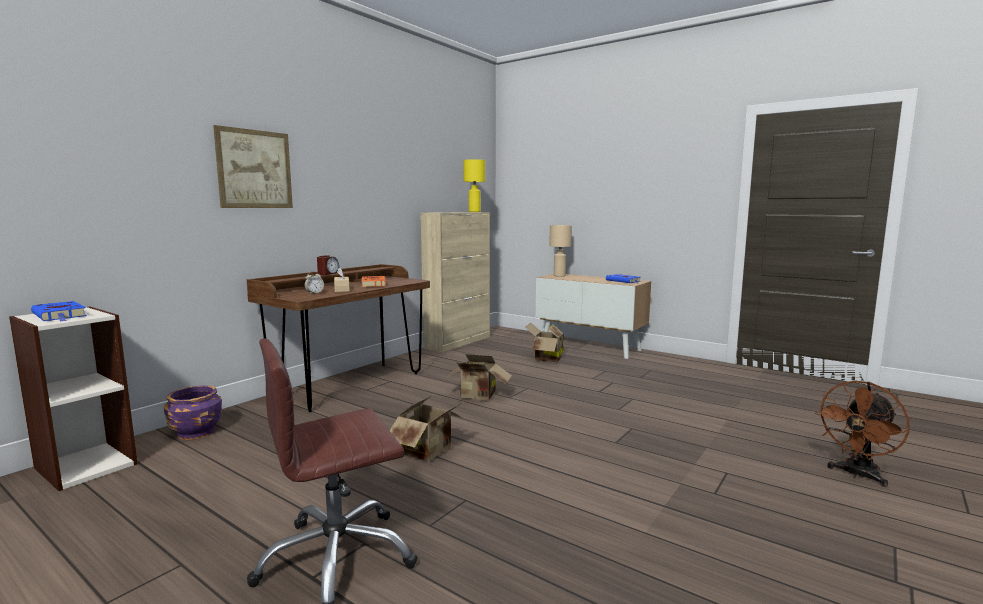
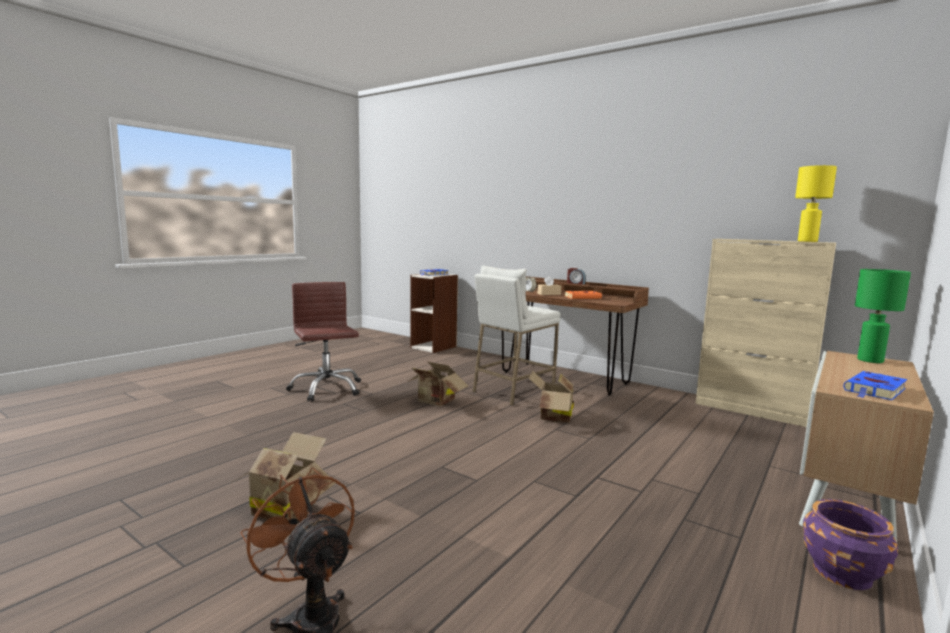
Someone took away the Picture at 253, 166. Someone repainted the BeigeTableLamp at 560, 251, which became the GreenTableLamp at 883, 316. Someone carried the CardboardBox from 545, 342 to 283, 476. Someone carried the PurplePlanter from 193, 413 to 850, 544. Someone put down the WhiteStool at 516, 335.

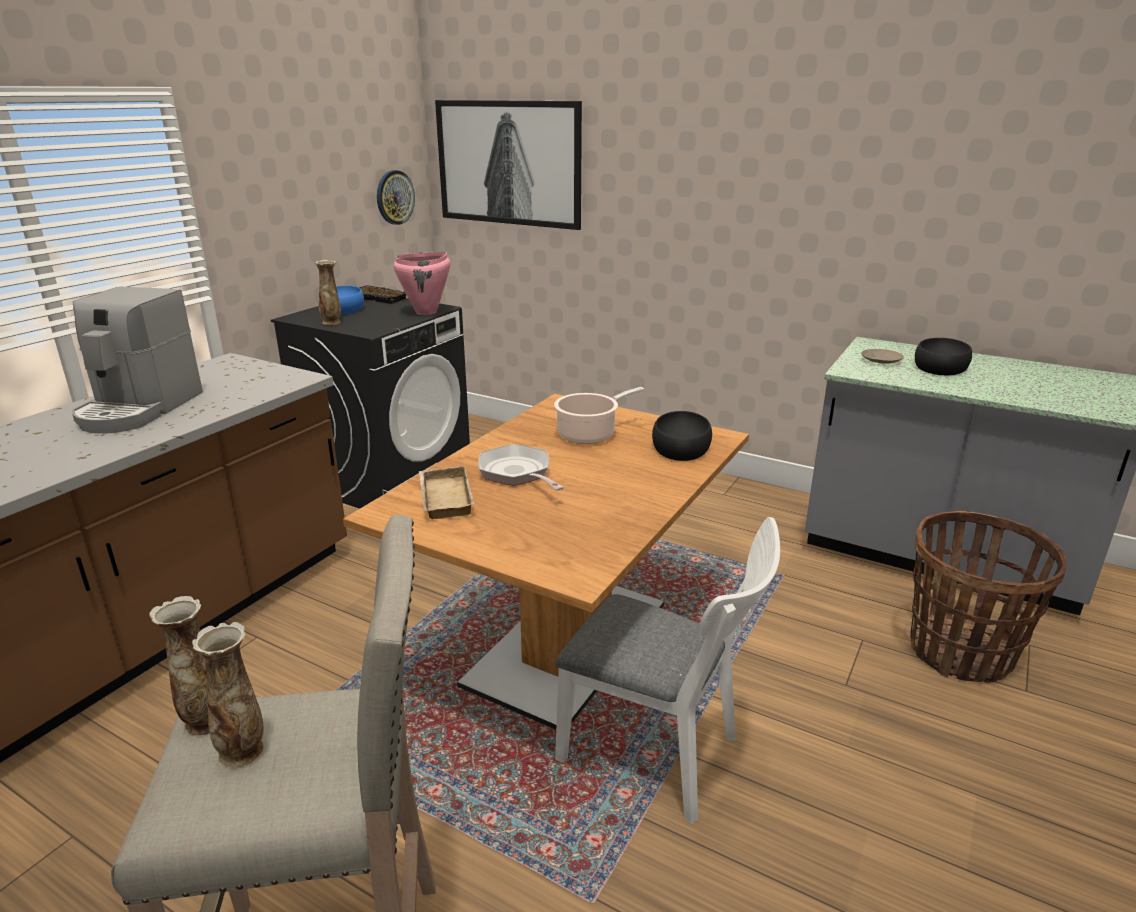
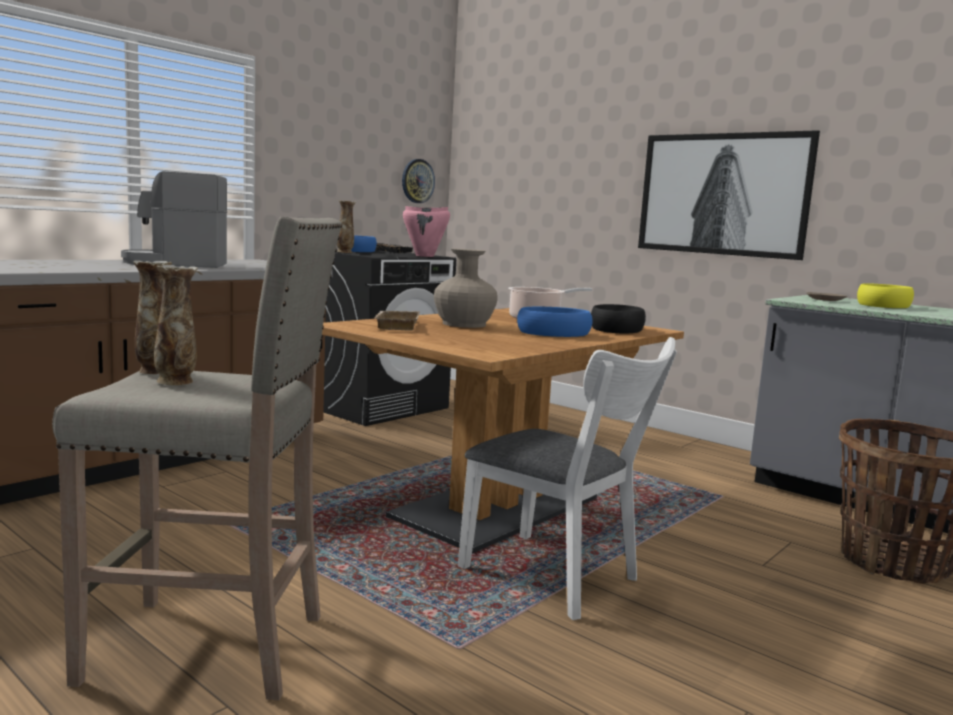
Someone carried the Picture from 508, 165 to 729, 195. Someone rotated the CoffeeMachine at 137, 360 by 60 degrees clockwise. Someone repainted the BlackBowl at 943, 356, which became the YellowBowl at 885, 295. Someone swapped the FryingPan at 521, 467 for the BeigeVase at 466, 288. Someone put down the BlueBowl at 555, 322.

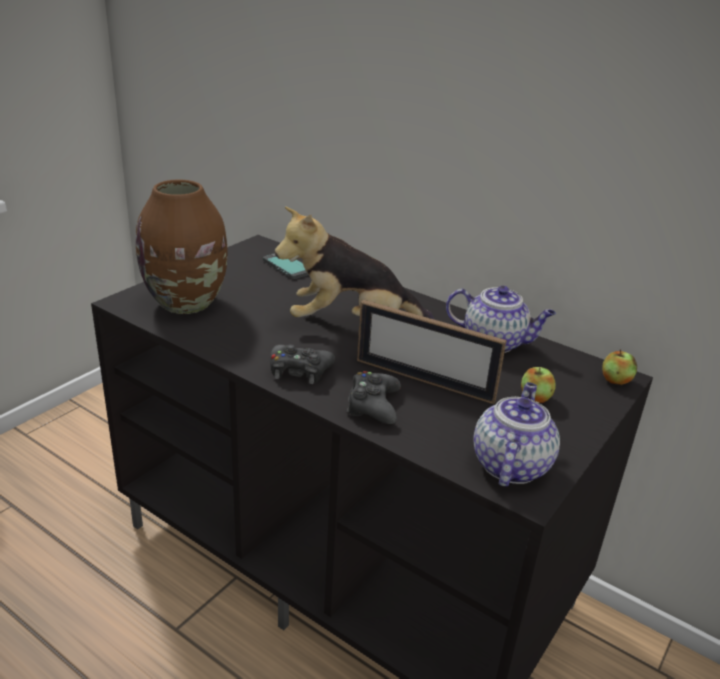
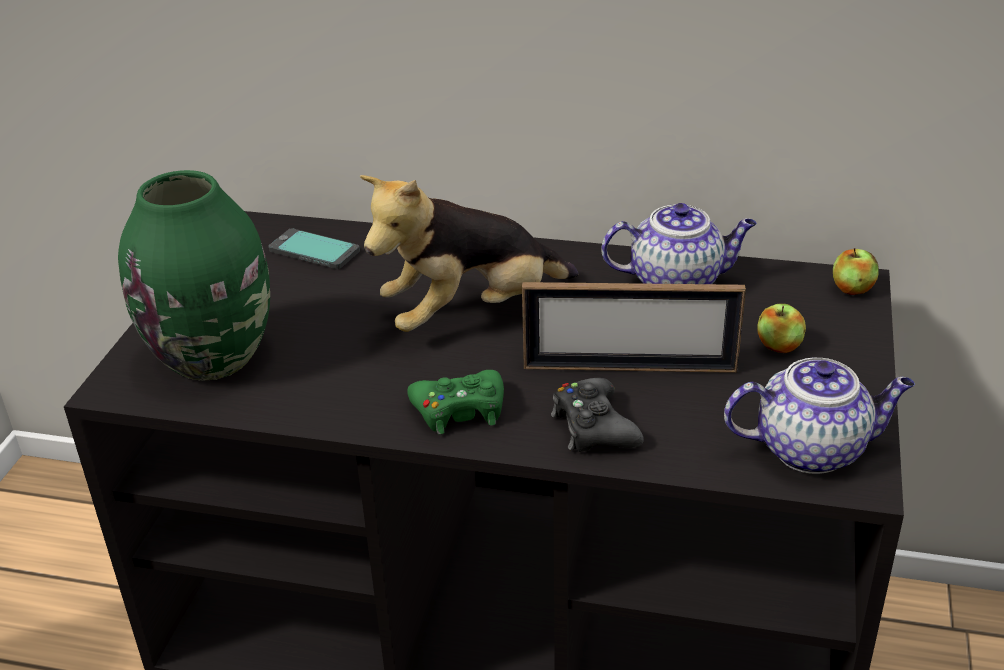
Someone repainted the BrownVase at 182, 247, which became the GreenVase at 194, 275. Someone repainted the BlackGameController at 302, 364, which became the GreenGameController at 455, 402. Someone rotated the Teapot at 516, 434 by 90 degrees clockwise.

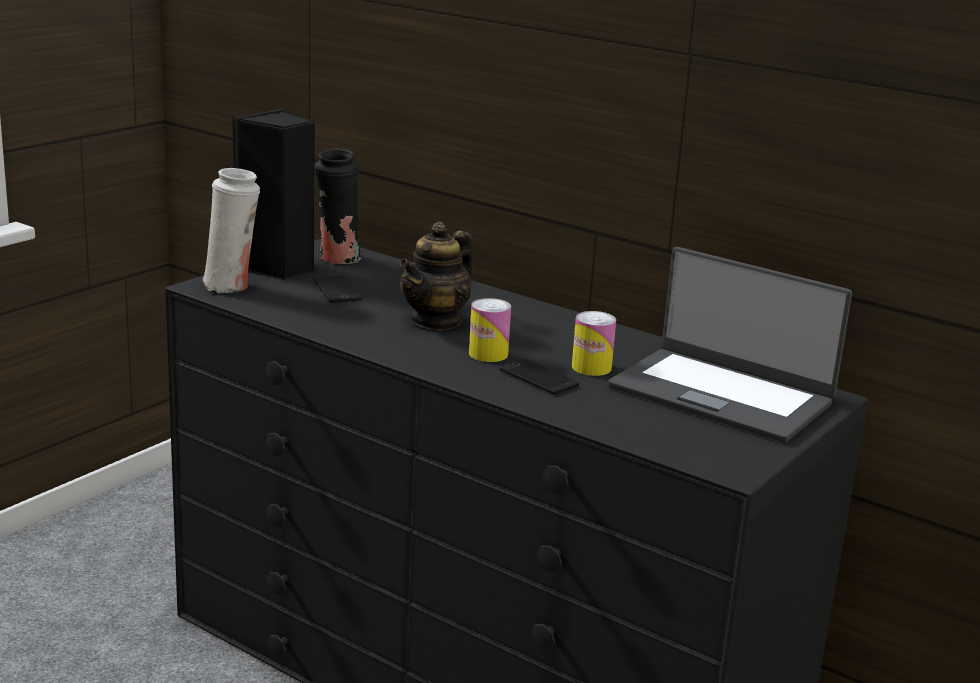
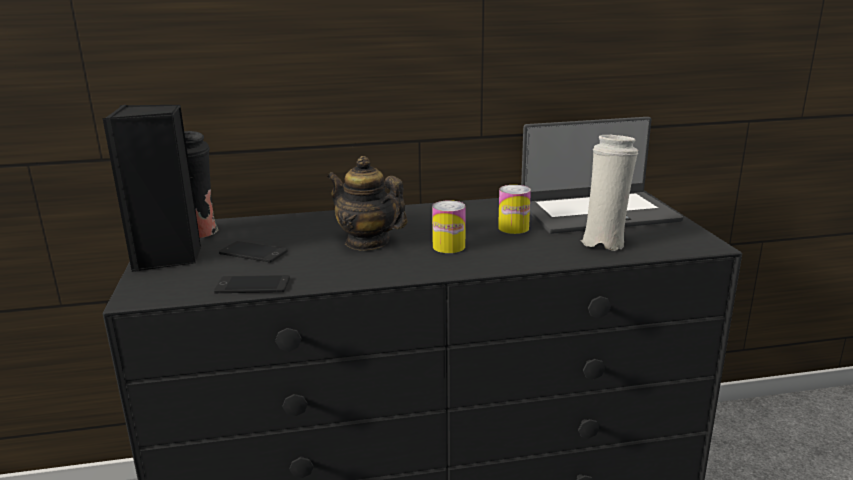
Someone carried the WhiteVase from 231, 230 to 609, 193. Someone rotated the Teapot at 436, 276 by 135 degrees clockwise. Someone carried the Phone from 539, 377 to 252, 284.

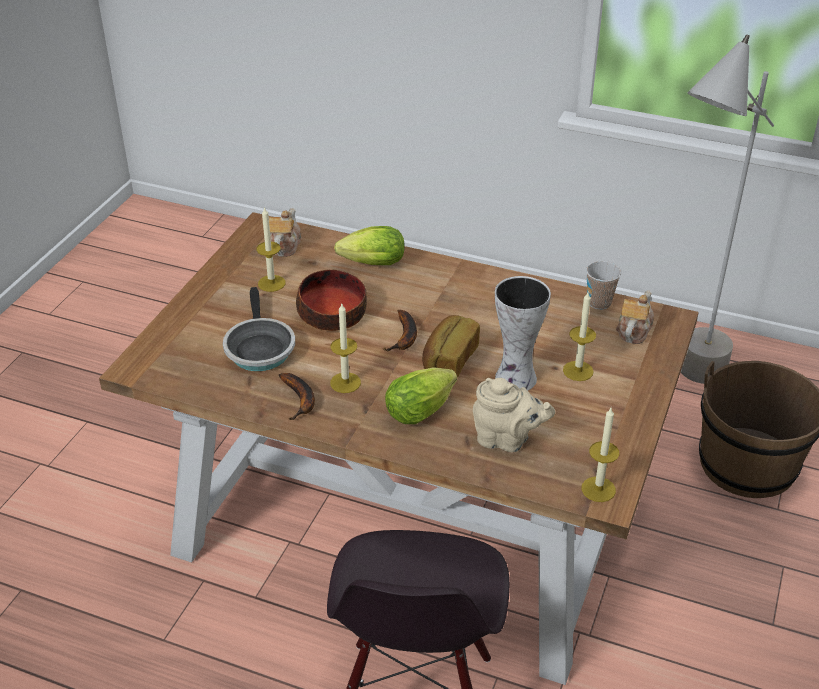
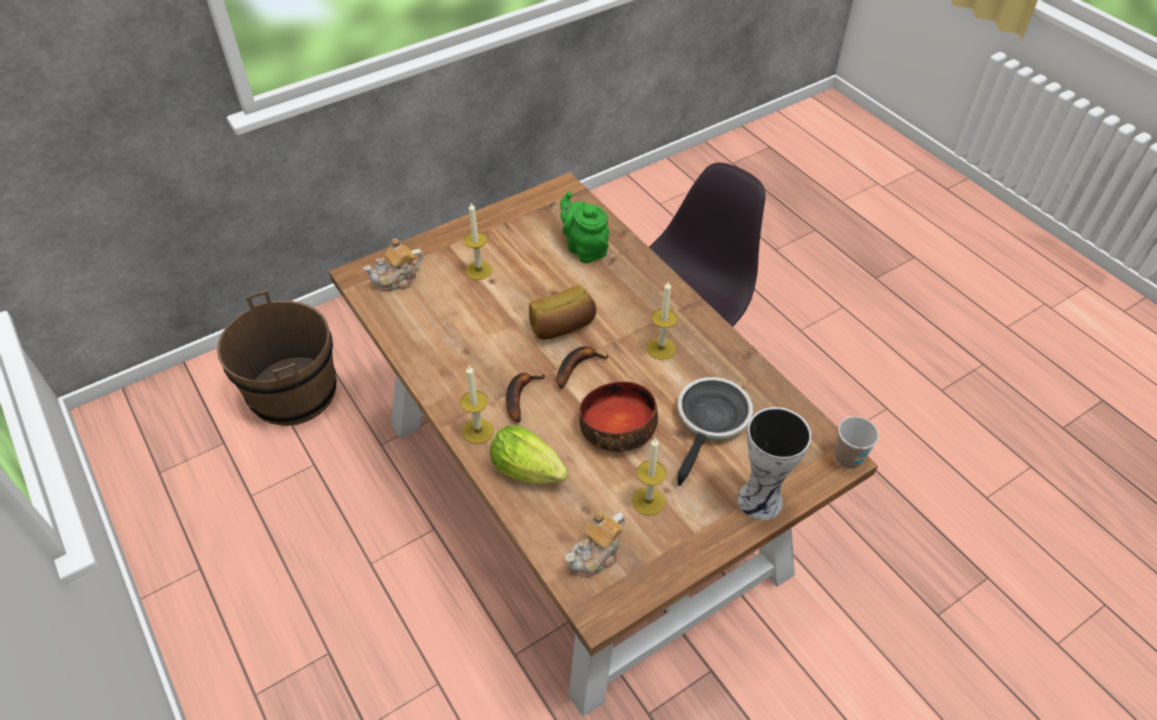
Someone took away the GreyFloorLamp at 727, 209. Someone carried the Cup from 603, 285 to 857, 442. Someone carried the Vase from 523, 333 to 774, 463. Someone took away the Lettuce at 421, 395. Someone carried the Banana from 297, 396 to 525, 398. Someone repainted the BeigeTeapot at 514, 415, which became the GreenTeapot at 584, 227. Someone carried the Candle from 600, 455 to 477, 405.

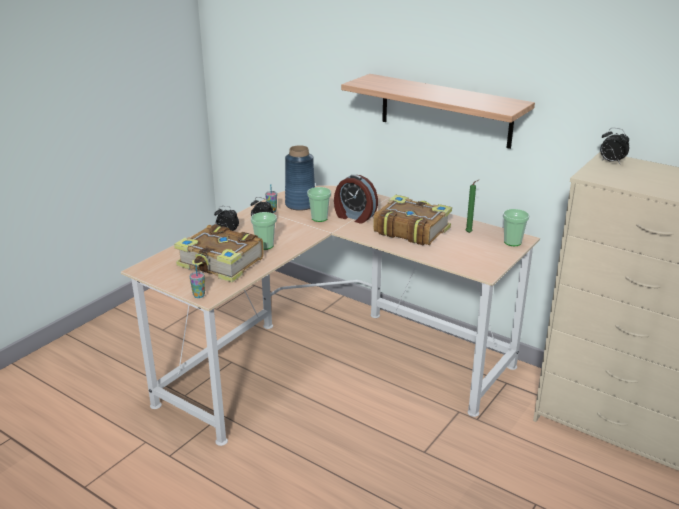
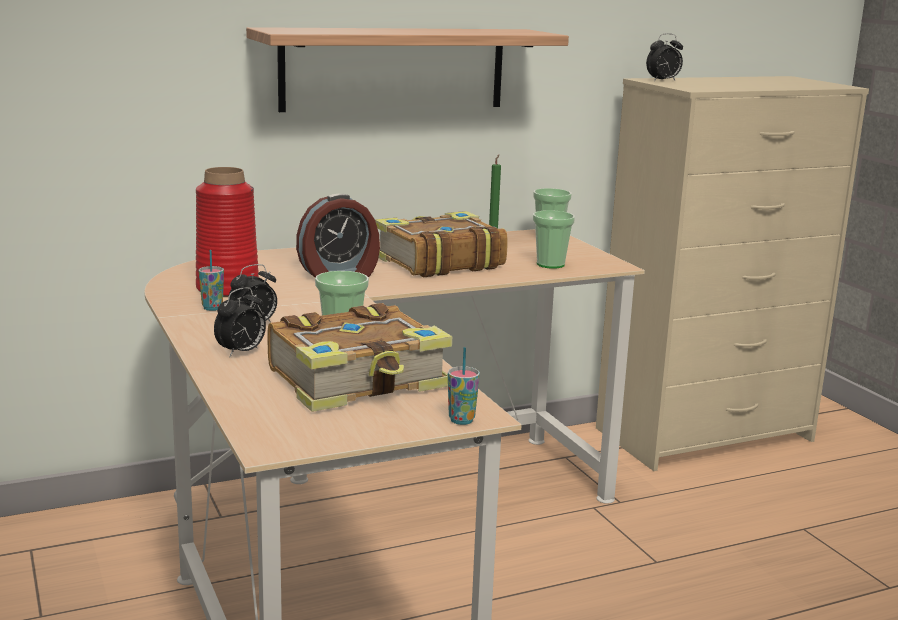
Someone repainted the BlueVase at 300, 178, which became the RedVase at 227, 232. Someone carried the Cup from 319, 204 to 554, 239.

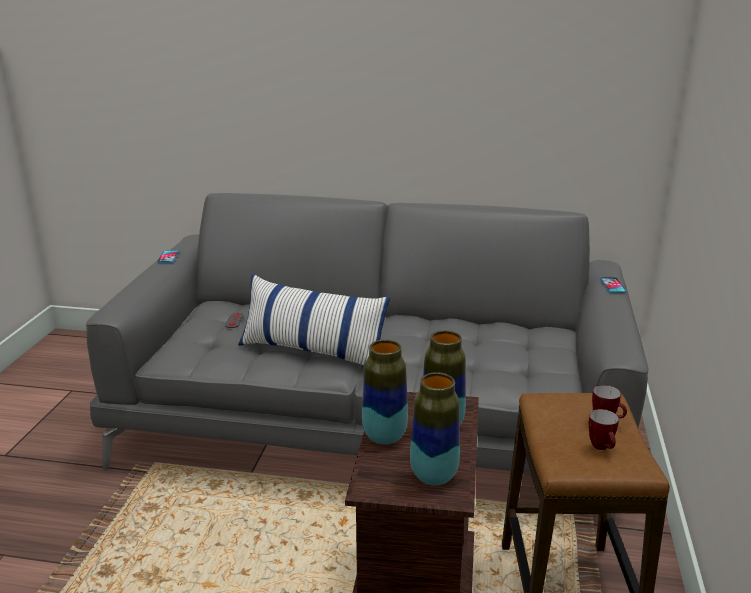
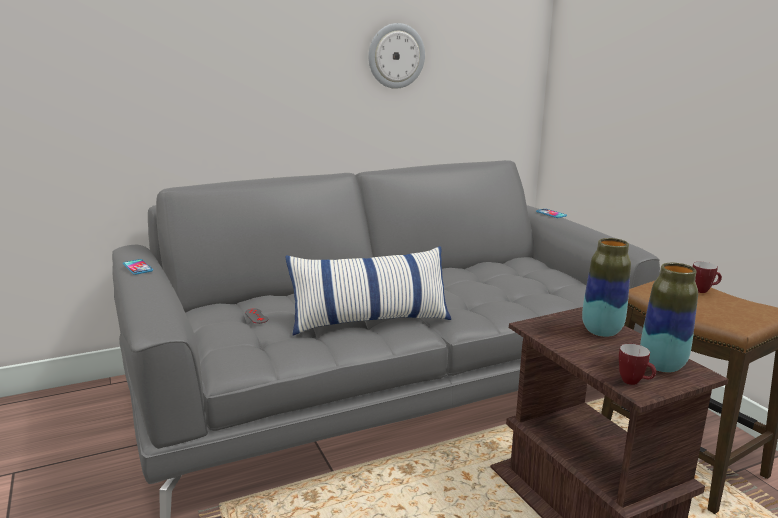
Someone took away the Vase at 385, 392. Someone carried the Mug from 604, 429 to 637, 364. Someone put up the WallClock at 396, 56.

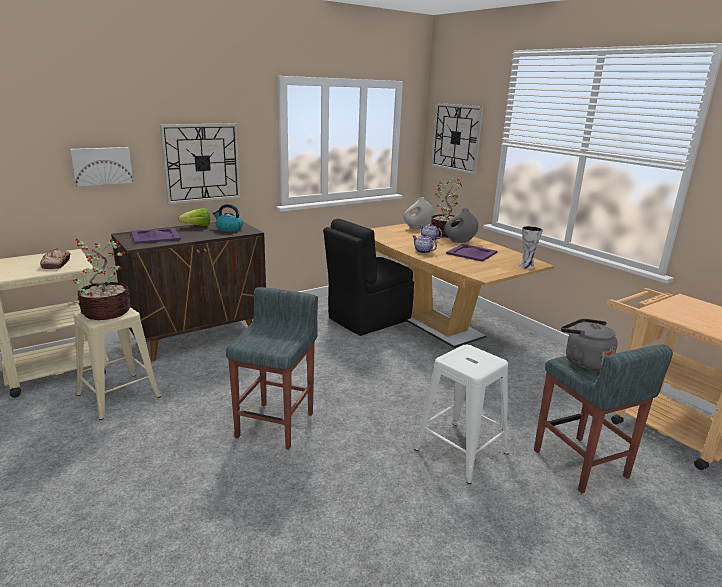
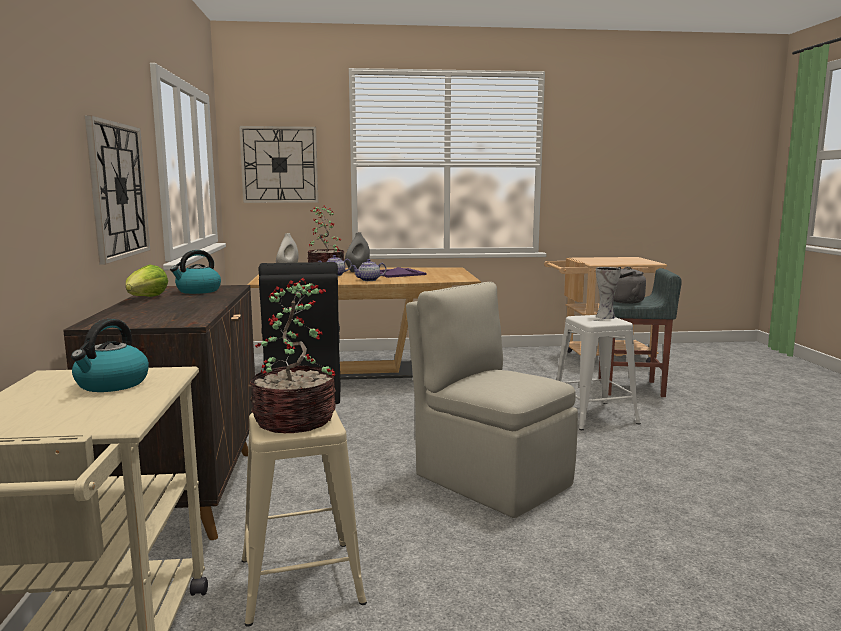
Someone took away the Picture at 101, 166. Someone carried the Vase from 531, 247 to 608, 293. Someone took away the PurpleTray at 156, 236. Someone swapped the Bread at 55, 258 for the Kettle at 110, 355. Someone swapped the GreyStool at 272, 368 for the BeigeChair at 492, 400.

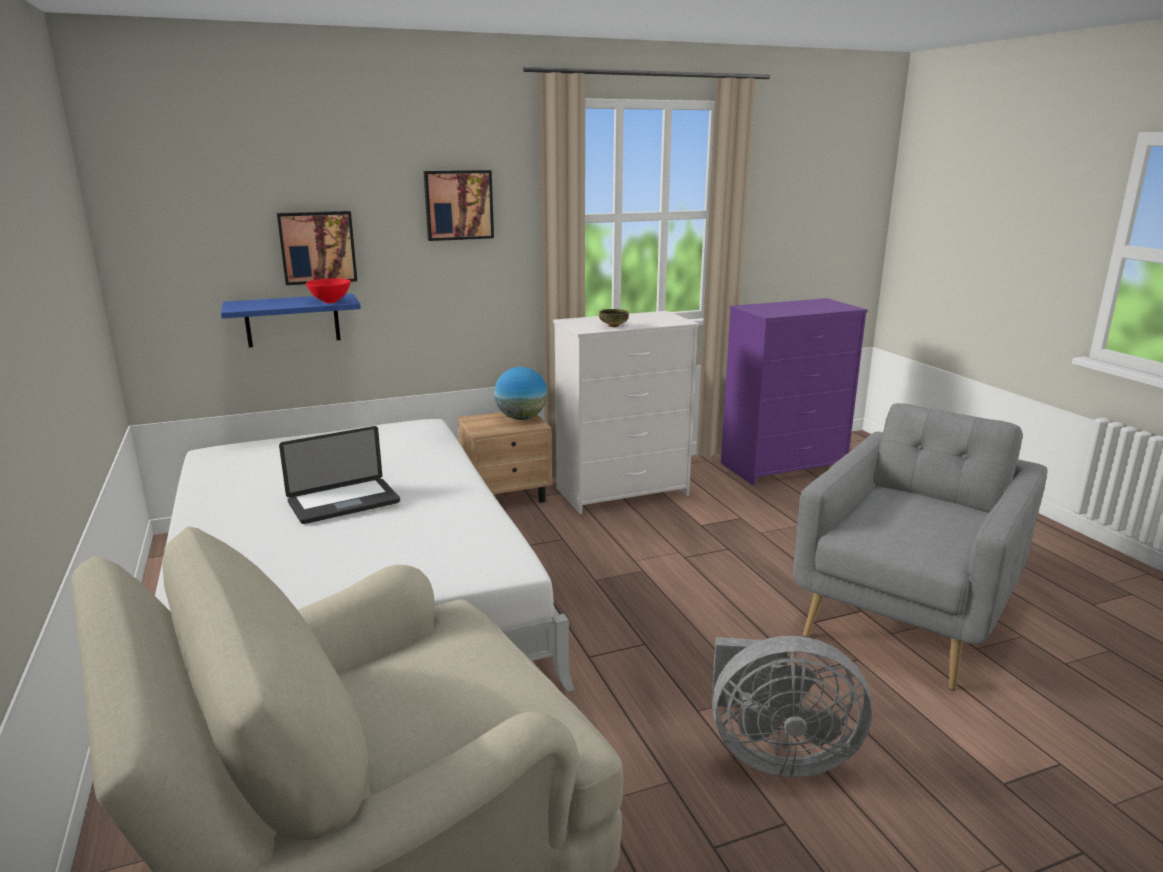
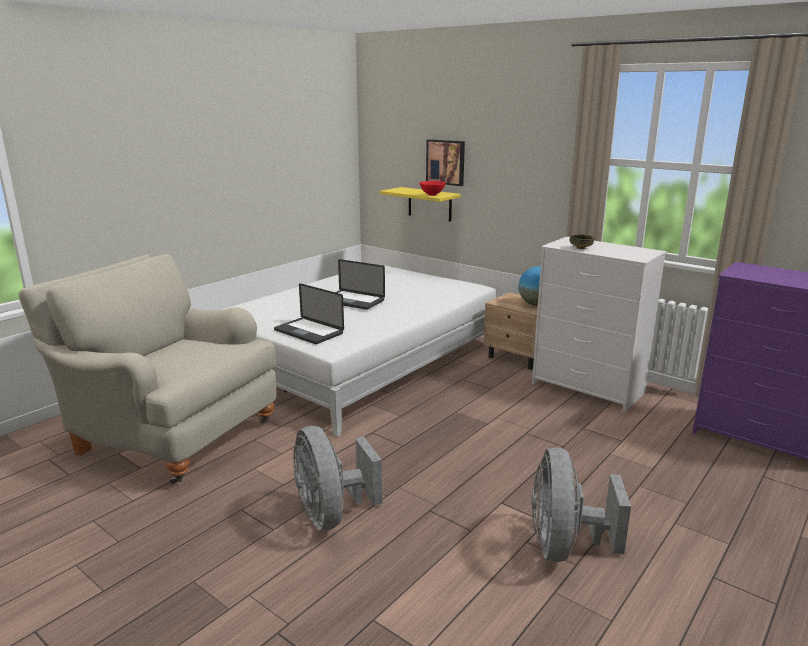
Someone took away the Picture at 458, 205. Someone repainted the BlueShelf at 291, 321, which became the YellowShelf at 420, 204. Someone swapped the GreyArmchair at 920, 547 for the GreyFan at 581, 504. Someone put down the Laptop at 309, 313.

